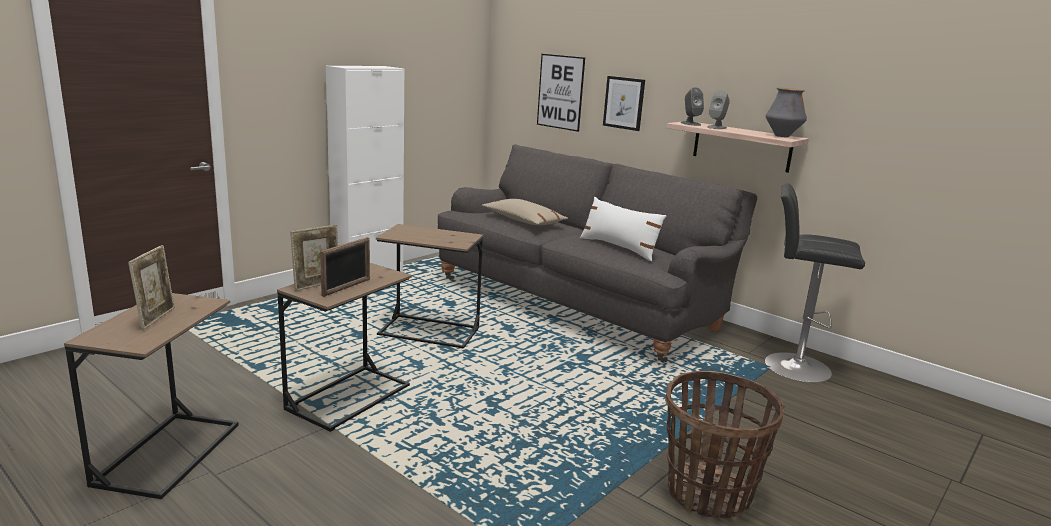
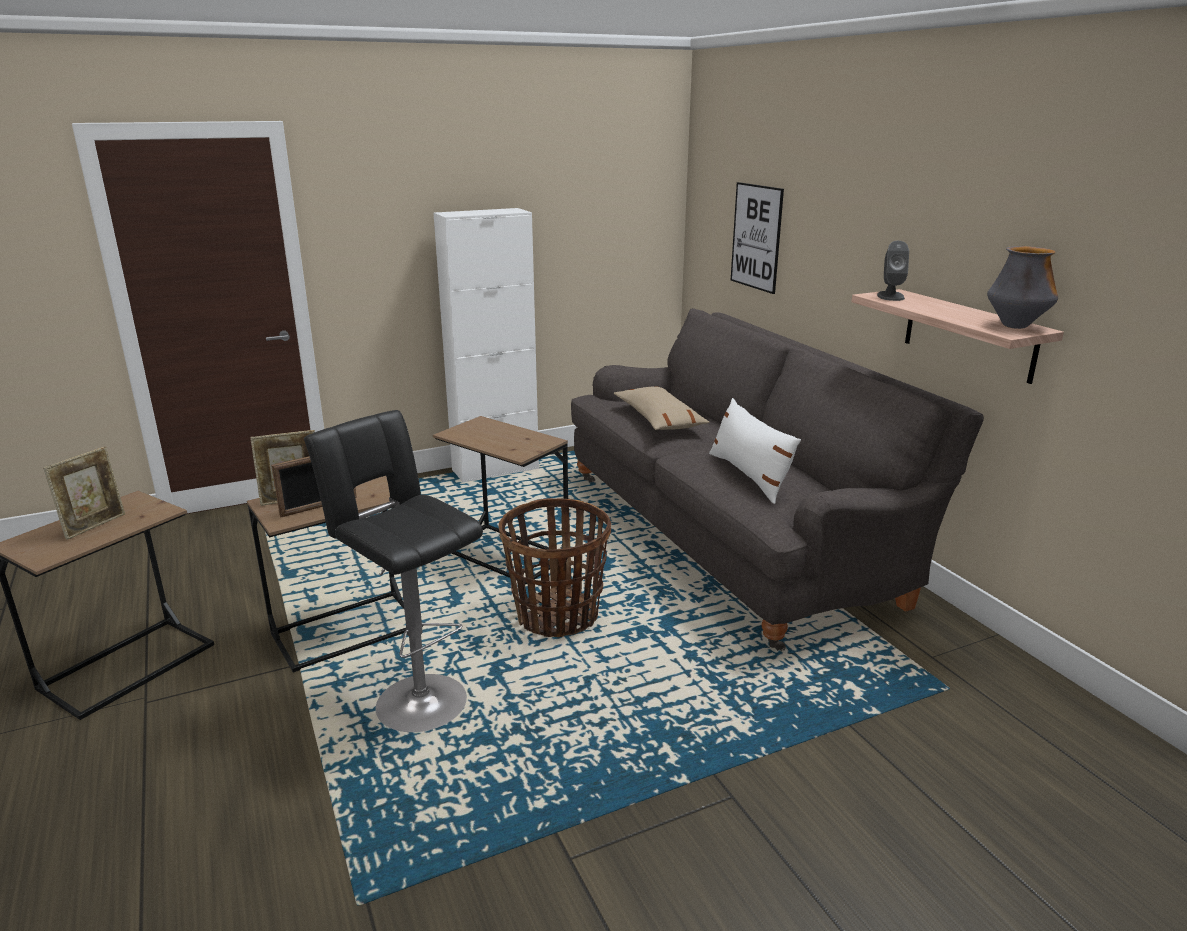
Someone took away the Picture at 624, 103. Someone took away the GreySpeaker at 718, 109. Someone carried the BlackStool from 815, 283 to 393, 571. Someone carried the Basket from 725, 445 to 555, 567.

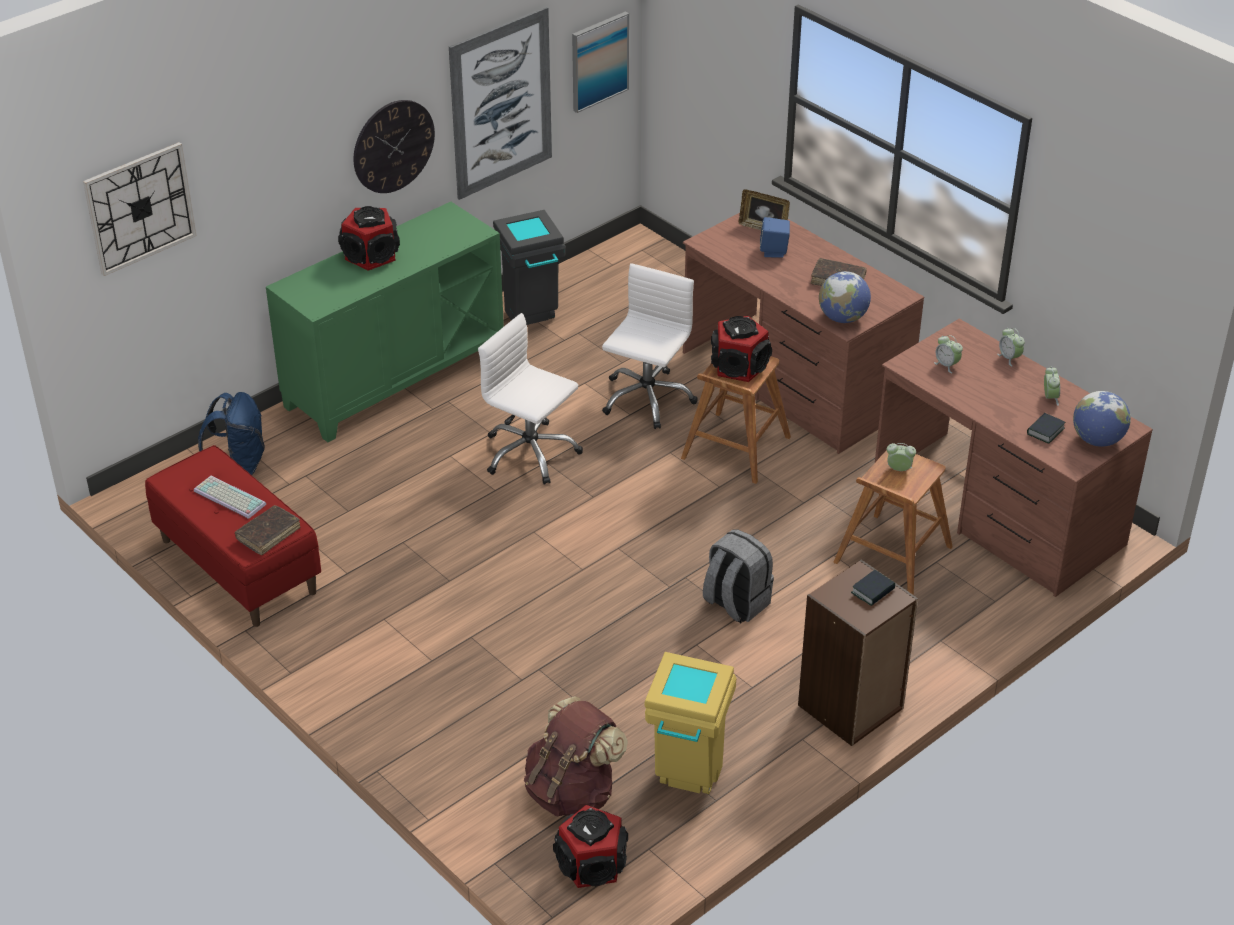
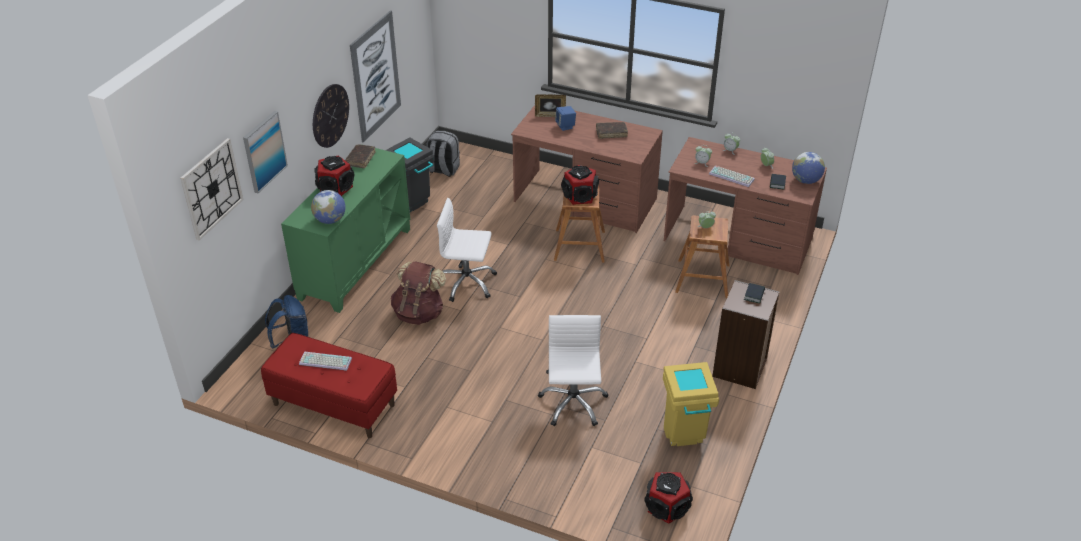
Someone carried the Picture from 600, 62 to 265, 152. Someone carried the WhiteOfficeChair from 650, 346 to 573, 370. Someone carried the Globe from 845, 297 to 328, 207. Someone carried the BrownBook from 267, 530 to 360, 156. Someone carried the GreyBackpack from 738, 576 to 443, 154. Someone carried the BrownBackpack from 576, 756 to 418, 293. Someone put down the Keyboard at 732, 176.

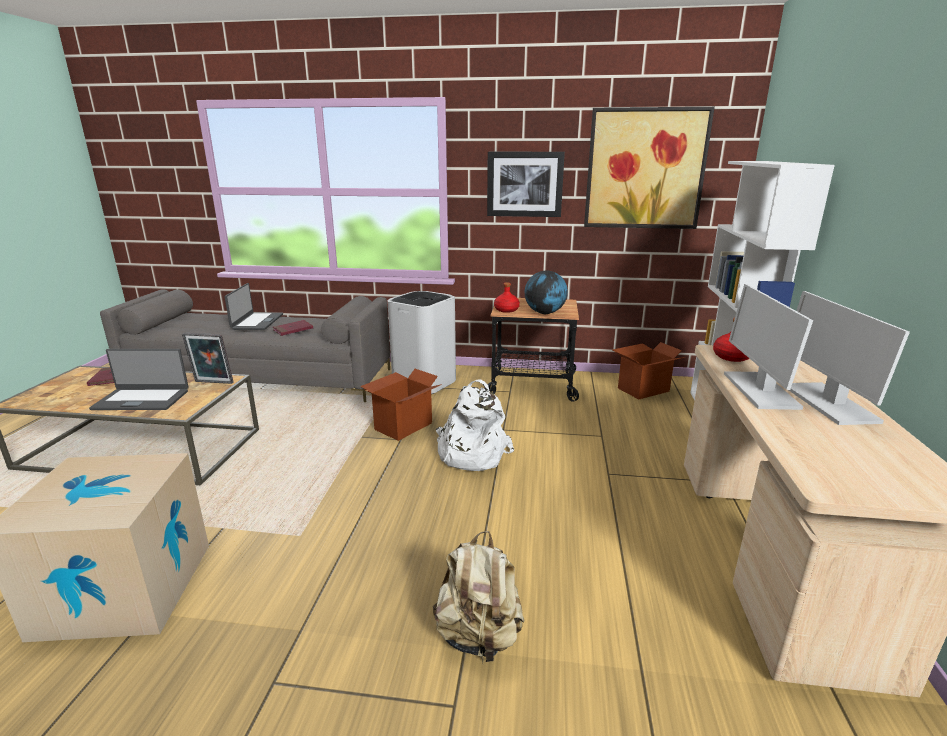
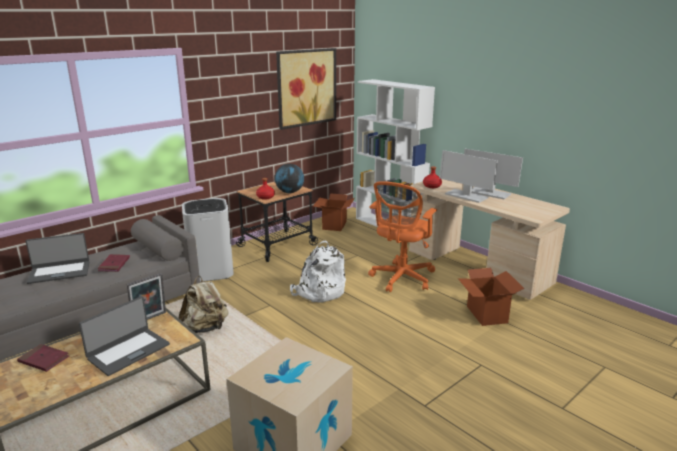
Someone took away the Picture at 526, 184. Someone rotated the Laptop at 254, 306 by 120 degrees clockwise. Someone carried the CardboardBox from 401, 405 to 491, 297. Someone carried the BeigeBackpack from 478, 597 to 203, 304. Someone put down the OrangeOfficeChair at 402, 236.

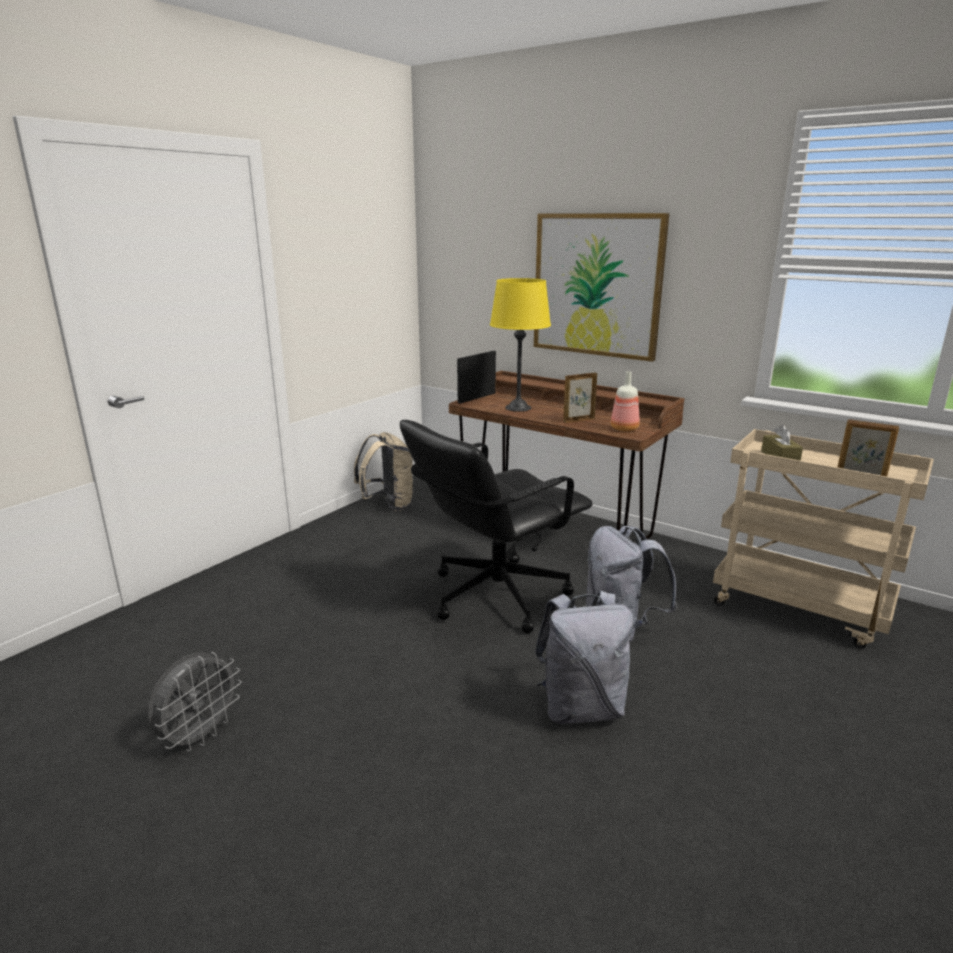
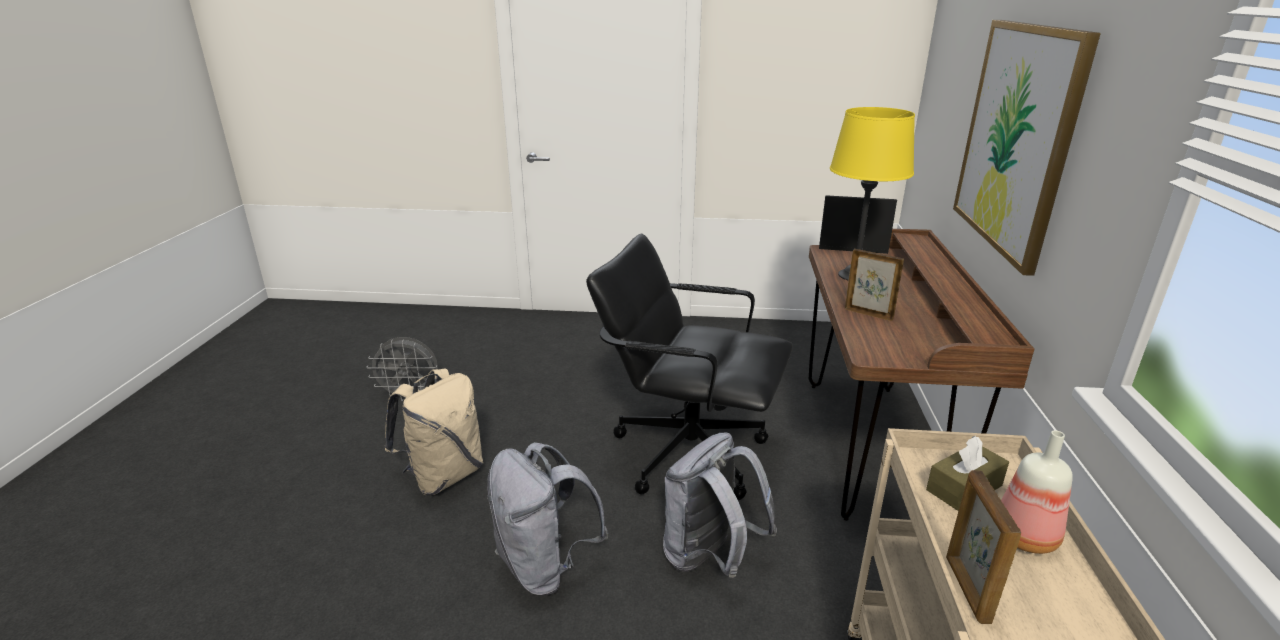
Someone carried the Bottle from 625, 401 to 1037, 492. Someone carried the BeigeBackpack from 384, 471 to 434, 431.

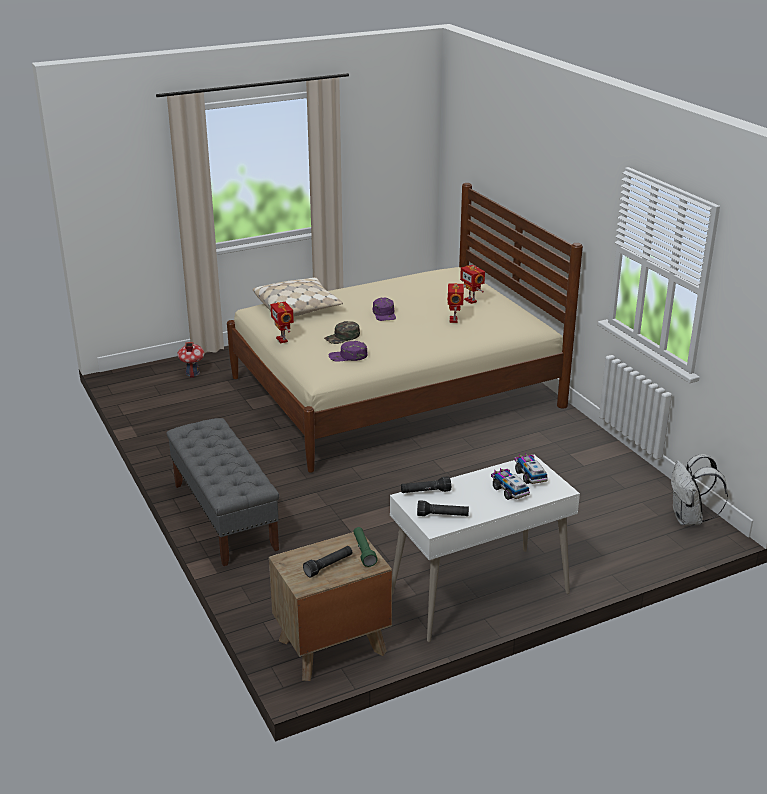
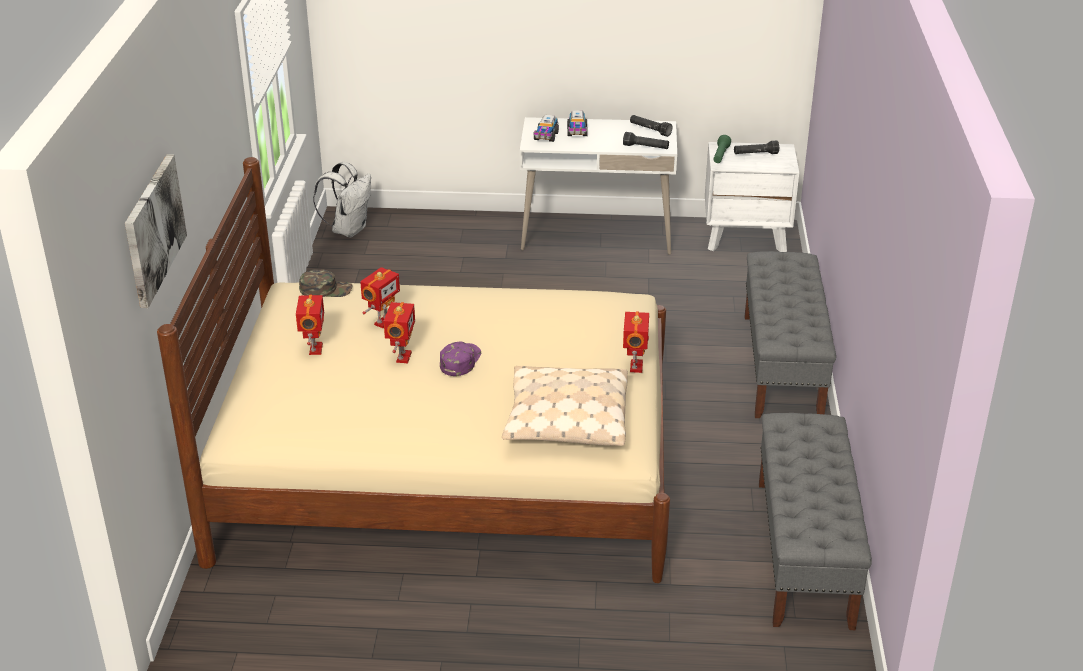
Someone carried the GreenCap from 342, 332 to 325, 283. Someone took away the PurpleCap at 348, 351. Someone took away the ToyHouse at 190, 360. Someone repainted the BrownNightstand at 330, 606, which became the WhiteNightstand at 752, 197. Someone put up the Picture at 156, 231. Someone put down the ToyRobot at 399, 332. Someone put down the GreyBench at 815, 521.

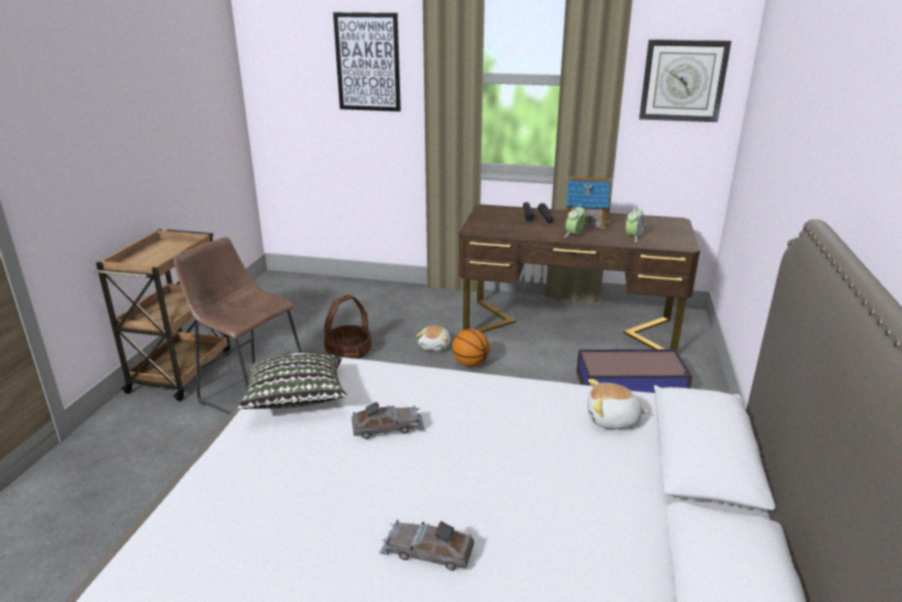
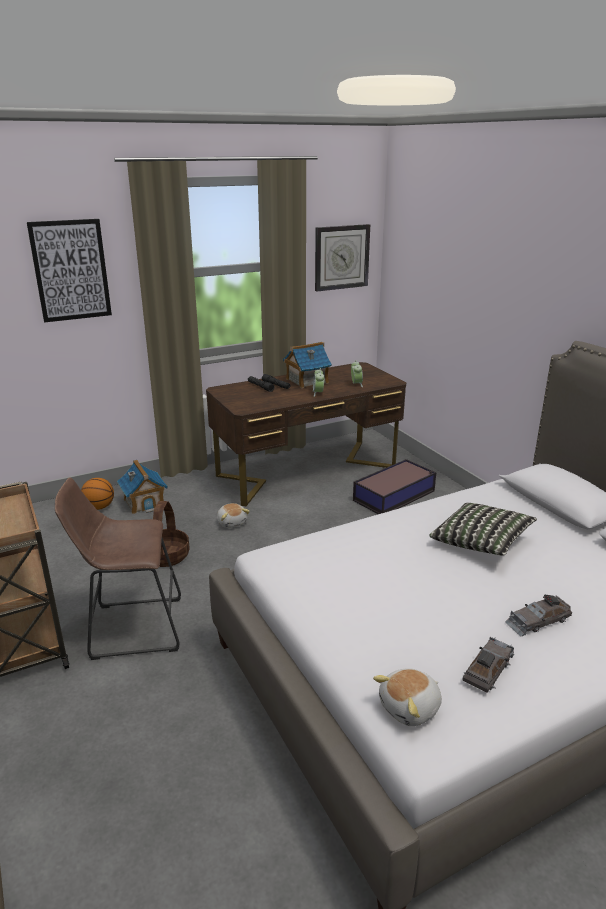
Someone carried the Basketball from 471, 348 to 97, 494. Someone carried the Pillow from 292, 381 to 483, 529. Someone carried the PlushToy from 618, 404 to 407, 697. Someone carried the GreyToyCar from 388, 420 to 488, 664. Someone put down the ToyHouse at 142, 487.

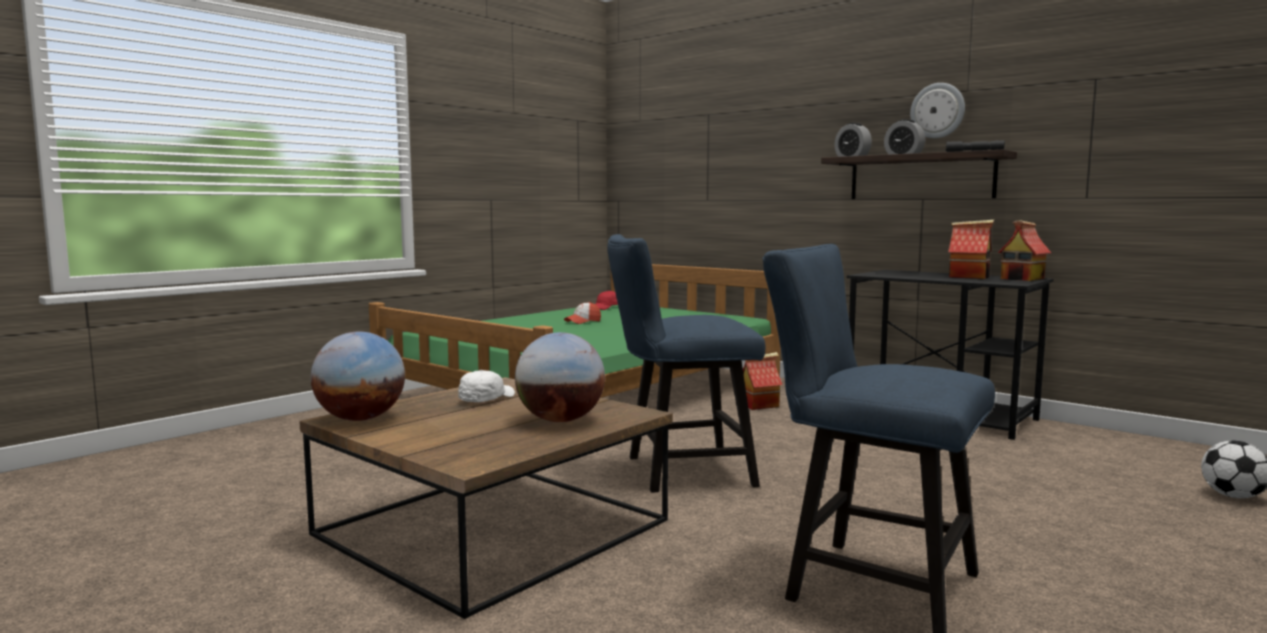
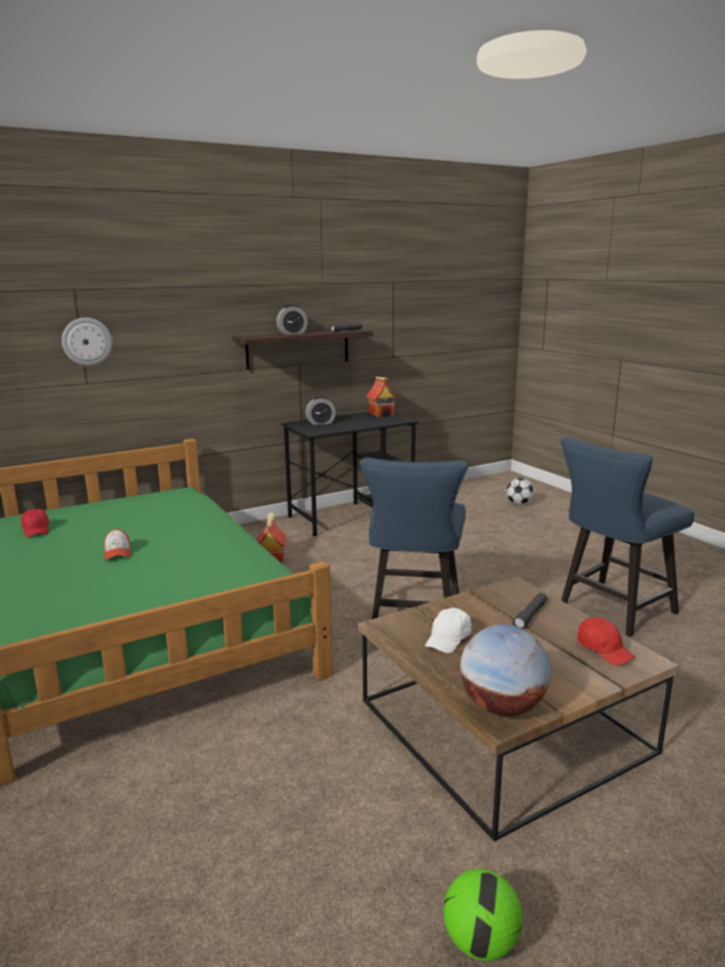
Someone carried the WallClock from 937, 111 to 87, 342. Someone carried the AlarmClock from 853, 140 to 321, 410. Someone took away the ToyHouse at 971, 249. Someone swapped the Globe at 560, 377 for the GreyFlashlight at 529, 611. Someone rotated the WhiteCap at 486, 386 by 105 degrees counterclockwise. Someone put down the RedCap at 606, 641. Someone put down the Football at 483, 915.

